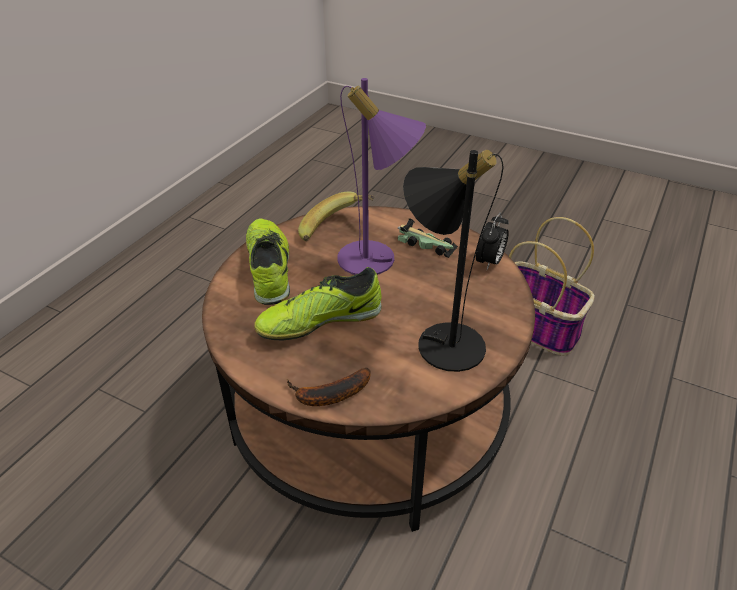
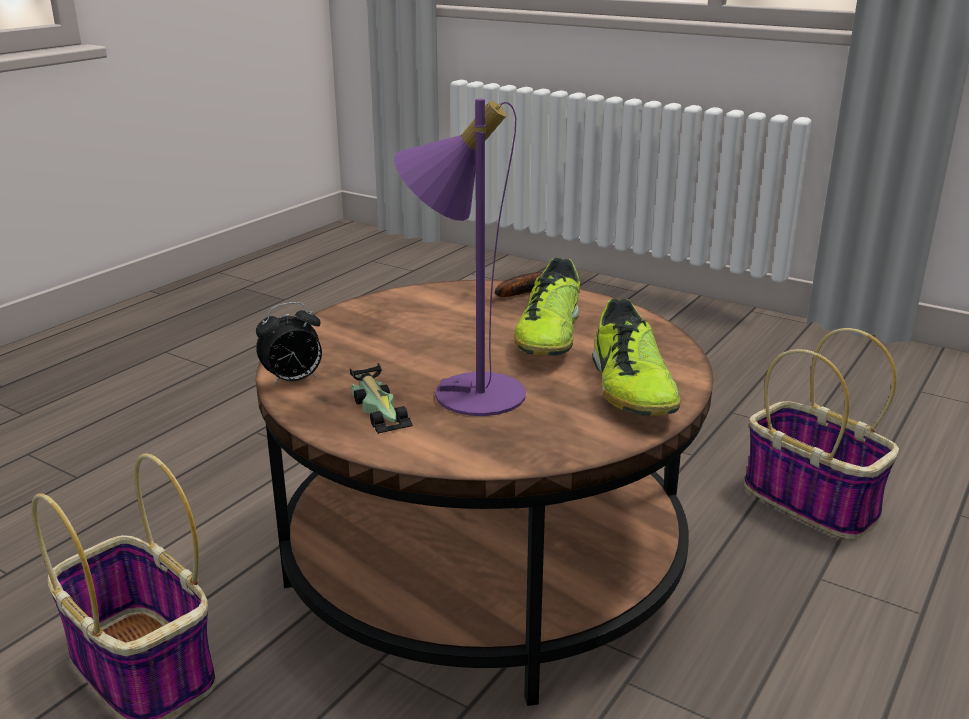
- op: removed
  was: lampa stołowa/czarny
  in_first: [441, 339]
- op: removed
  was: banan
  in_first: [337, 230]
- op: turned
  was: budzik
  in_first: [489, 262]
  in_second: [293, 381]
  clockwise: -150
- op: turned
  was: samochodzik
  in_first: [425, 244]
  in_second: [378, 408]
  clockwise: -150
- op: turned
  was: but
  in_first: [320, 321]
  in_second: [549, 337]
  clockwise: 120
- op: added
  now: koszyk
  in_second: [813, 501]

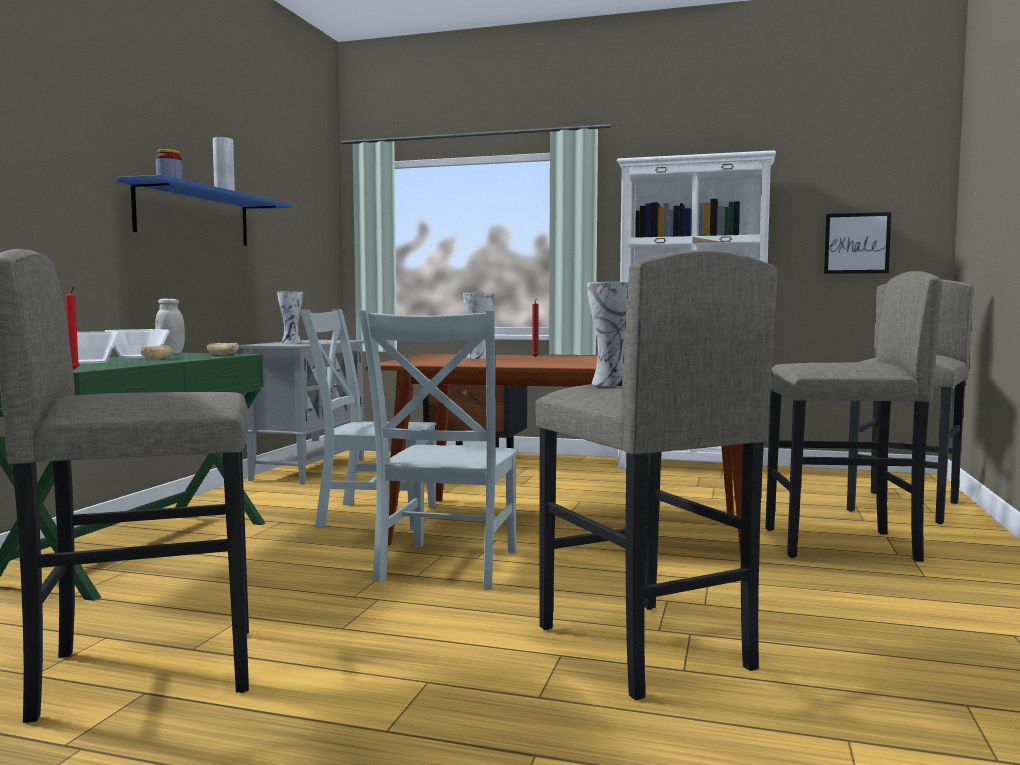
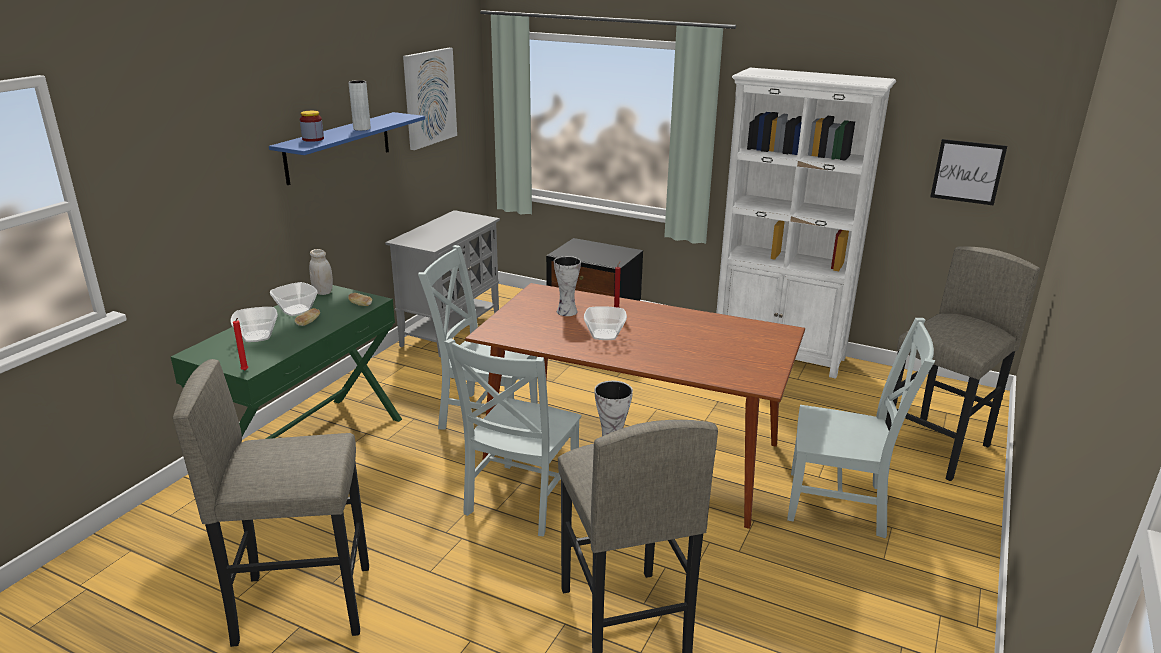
- op: replaced
  was: stołek/szary
  now: krzesło/szary
  in_first: [840, 545]
  in_second: [841, 504]
- op: removed
  was: wazon
  in_first: [292, 343]
- op: added
  now: obraz
  in_second: [429, 97]
- op: added
  now: miska
  in_second: [605, 335]

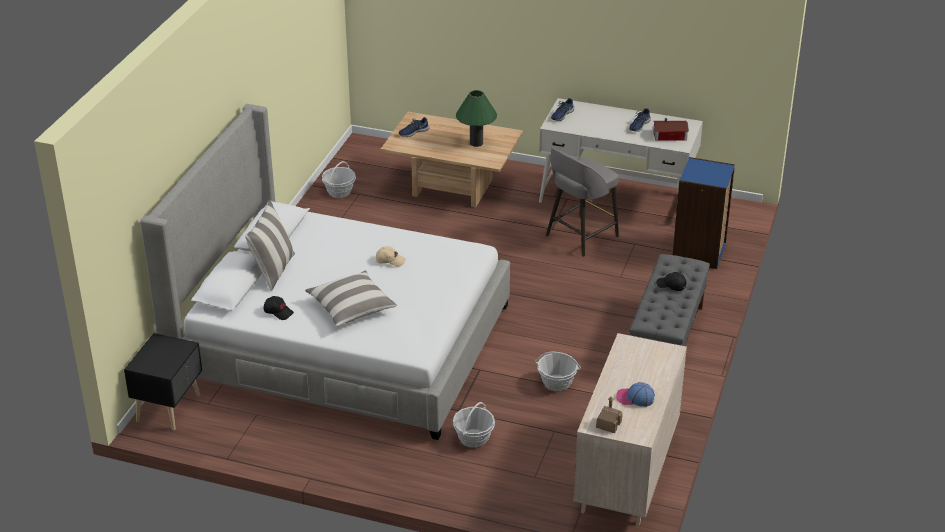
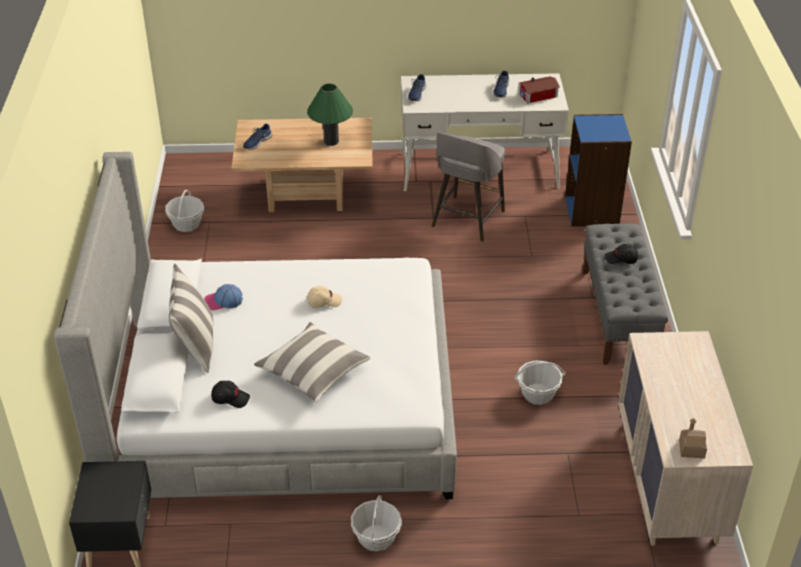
- op: moved
  was: czapka z daszkiem
  in_first: [635, 398]
  in_second: [223, 301]
- op: moved
  was: koszyk
  in_first: [473, 438]
  in_second: [376, 538]

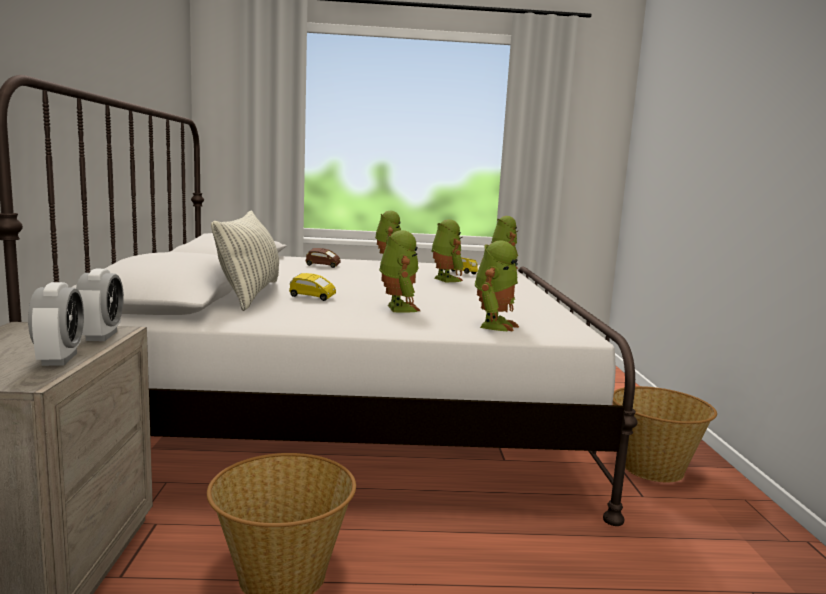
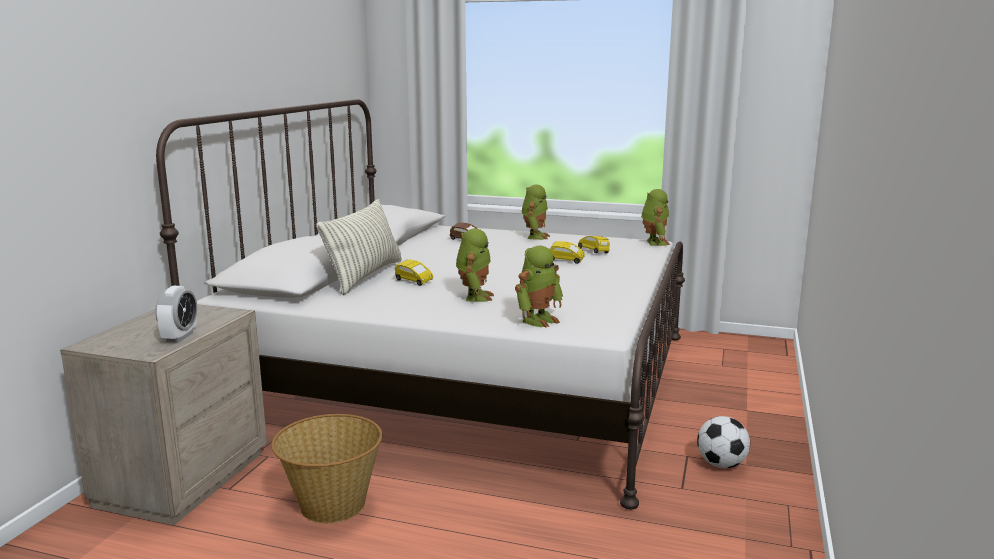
- op: replaced
  was: robot zabawkowy
  now: samochodzik/żółty
  in_first: [445, 280]
  in_second: [565, 261]
- op: removed
  was: budzik
  in_first: [101, 336]
- op: replaced
  was: koszyk
  now: piłka futbolowa
  in_first: [653, 468]
  in_second: [721, 464]

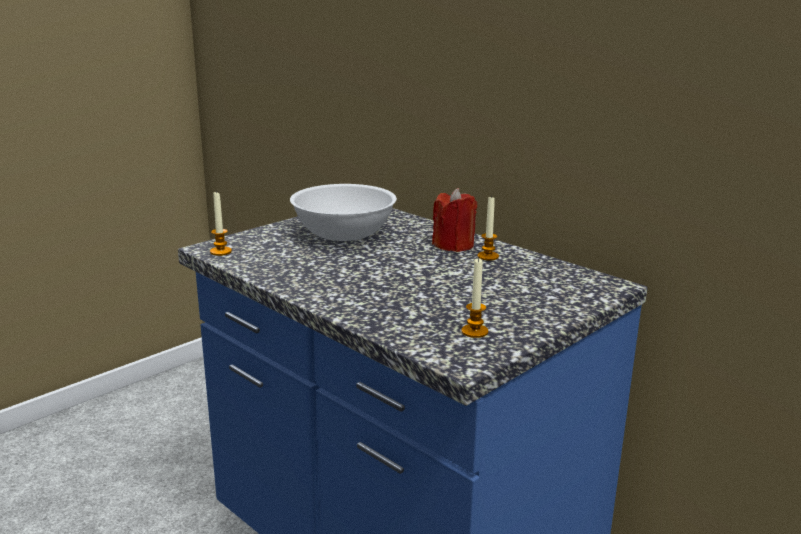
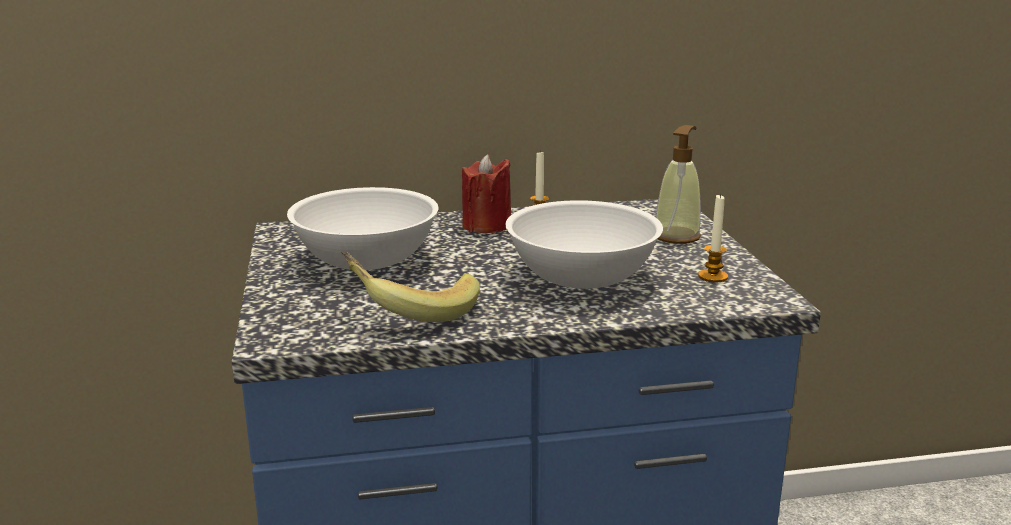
- op: removed
  was: świeca
  in_first: [221, 252]
- op: added
  now: dozownik mydła
  in_second: [676, 236]
- op: added
  now: miska/biały
  in_second: [583, 277]
- op: added
  now: banan
  in_second: [412, 310]

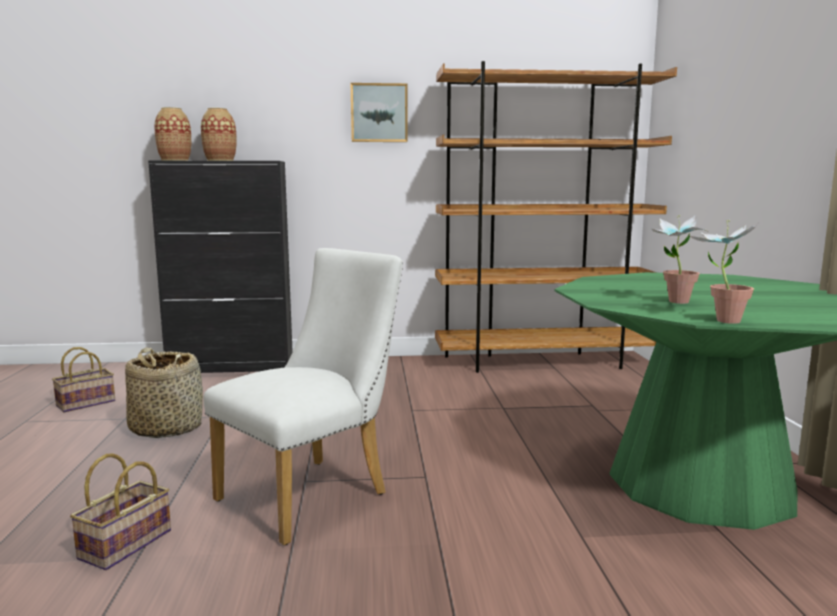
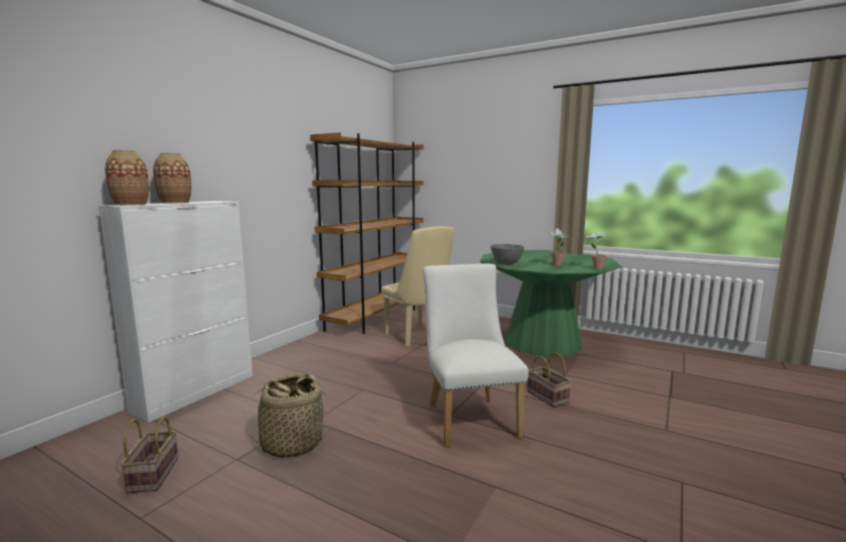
- op: removed
  was: obraz
  in_first: [379, 113]
- op: recoloured
  was: szafka/czarny
  now: szafka/biały
  in_first: [232, 366]
  in_second: [196, 392]
- op: moved
  was: koszyk
  in_first: [125, 546]
  in_second: [548, 397]
- op: added
  now: krzesło/beżowy
  in_second: [418, 337]
- op: added
  now: miska/szary
  in_second: [506, 264]

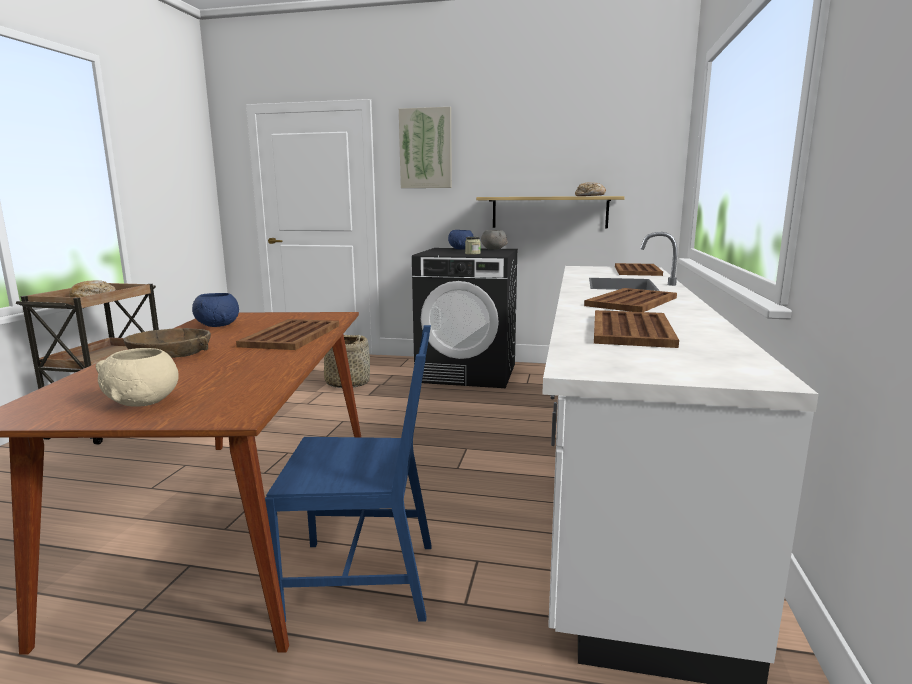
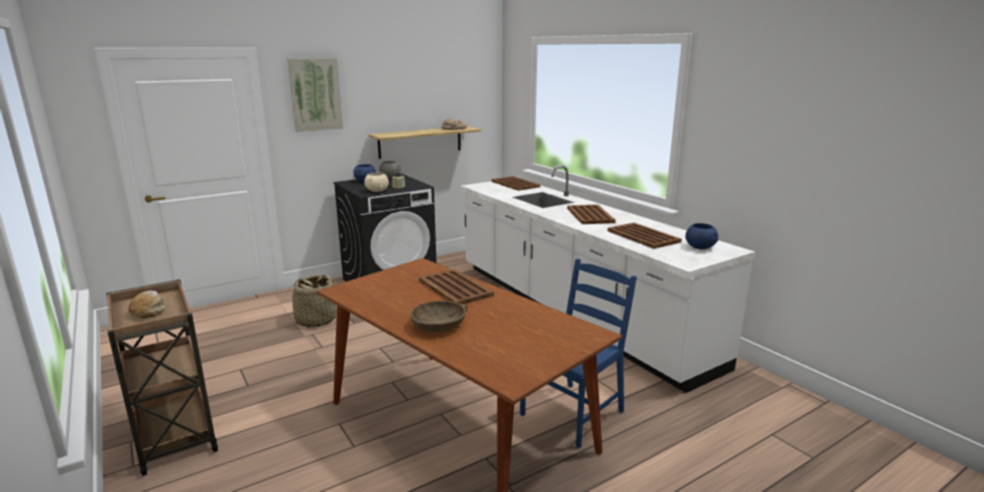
- op: moved
  was: miska/niebieski
  in_first: [218, 325]
  in_second: [700, 247]
- op: moved
  was: miska/beżowy
  in_first: [144, 402]
  in_second: [377, 191]

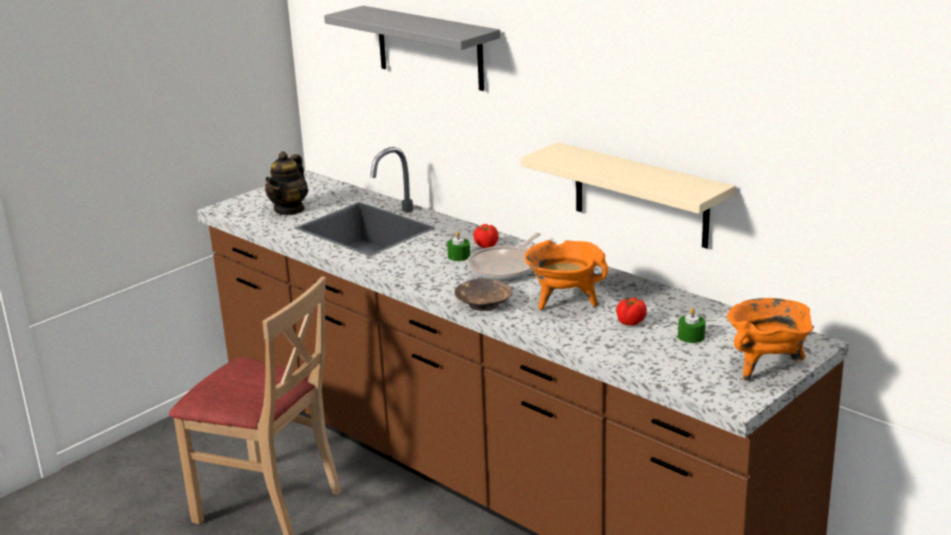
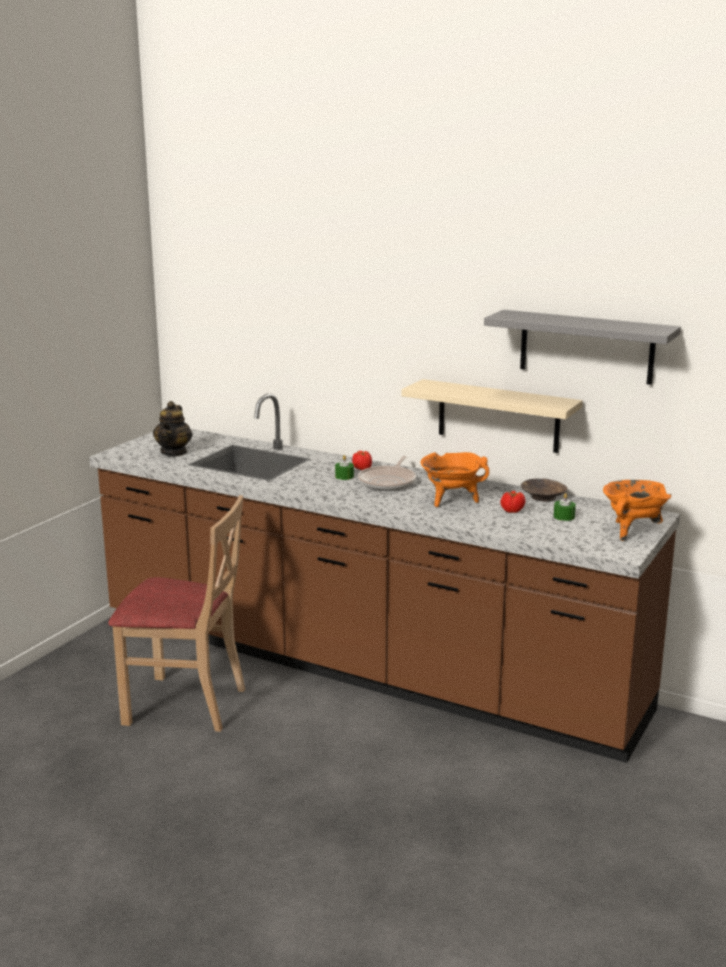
- op: moved
  was: półka/szary
  in_first: [429, 48]
  in_second: [586, 347]
- op: moved
  was: miska/brązowy
  in_first: [483, 304]
  in_second: [543, 497]

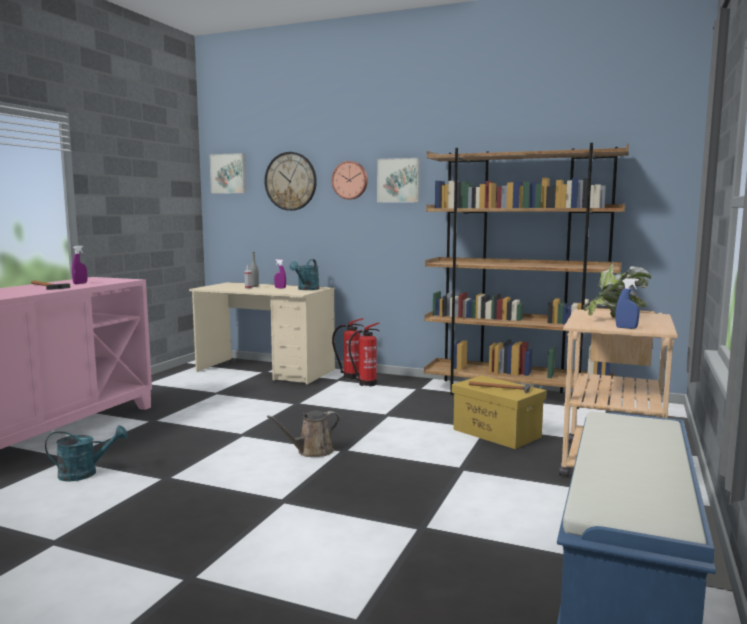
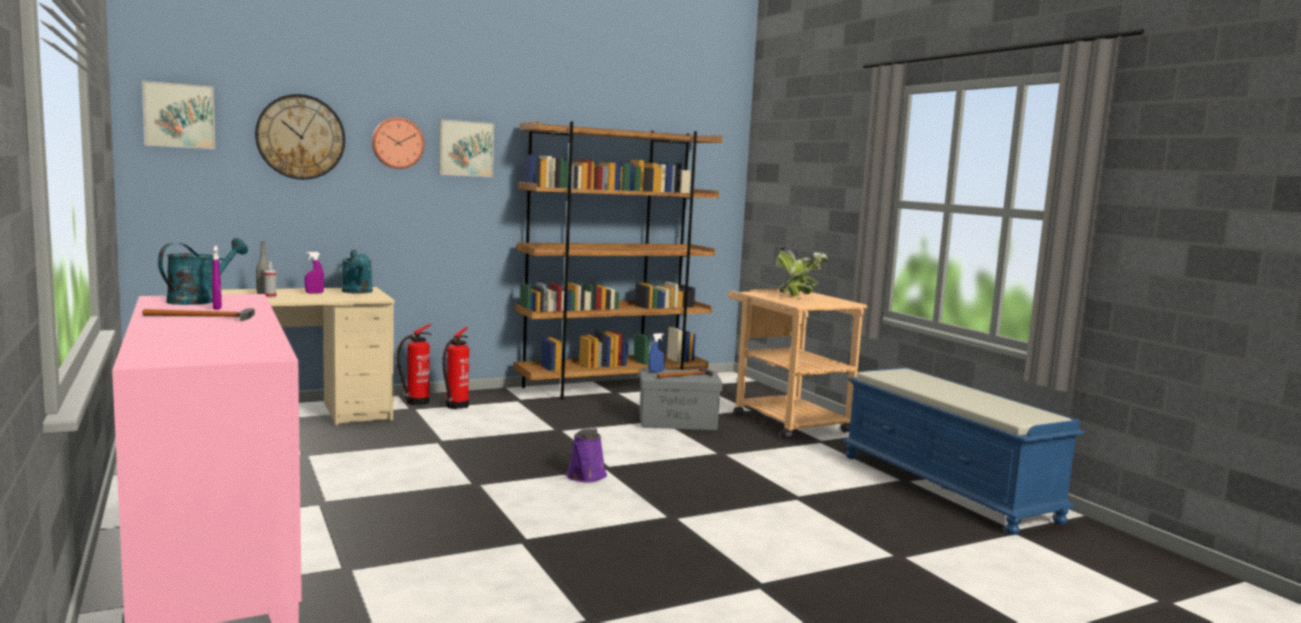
- op: moved
  was: spryskiwacz/niebieski
  in_first: [626, 328]
  in_second: [656, 371]
- op: recoloured
  was: pojemnik do przechowywania/żółty
  now: pojemnik do przechowywania/szary
  in_first: [495, 433]
  in_second: [676, 422]
- op: recoloured
  was: konewka/brązowy
  now: konewka/fioletowy
  in_first: [312, 452]
  in_second: [585, 477]
- op: moved
  was: konewka/turkusowy
  in_first: [85, 473]
  in_second: [200, 300]

